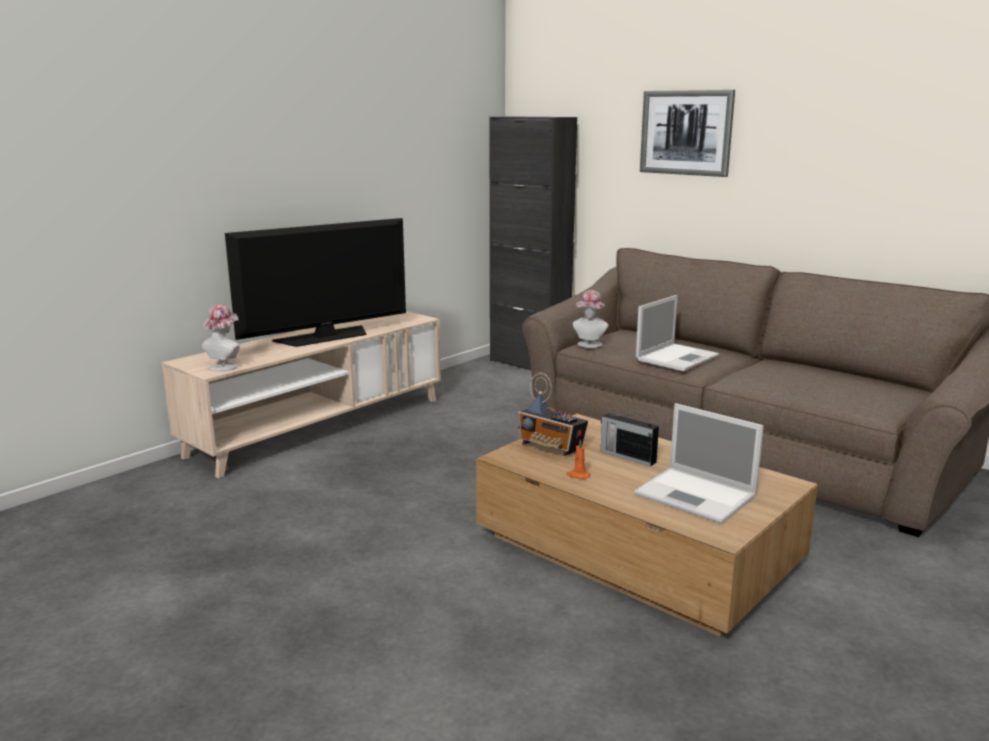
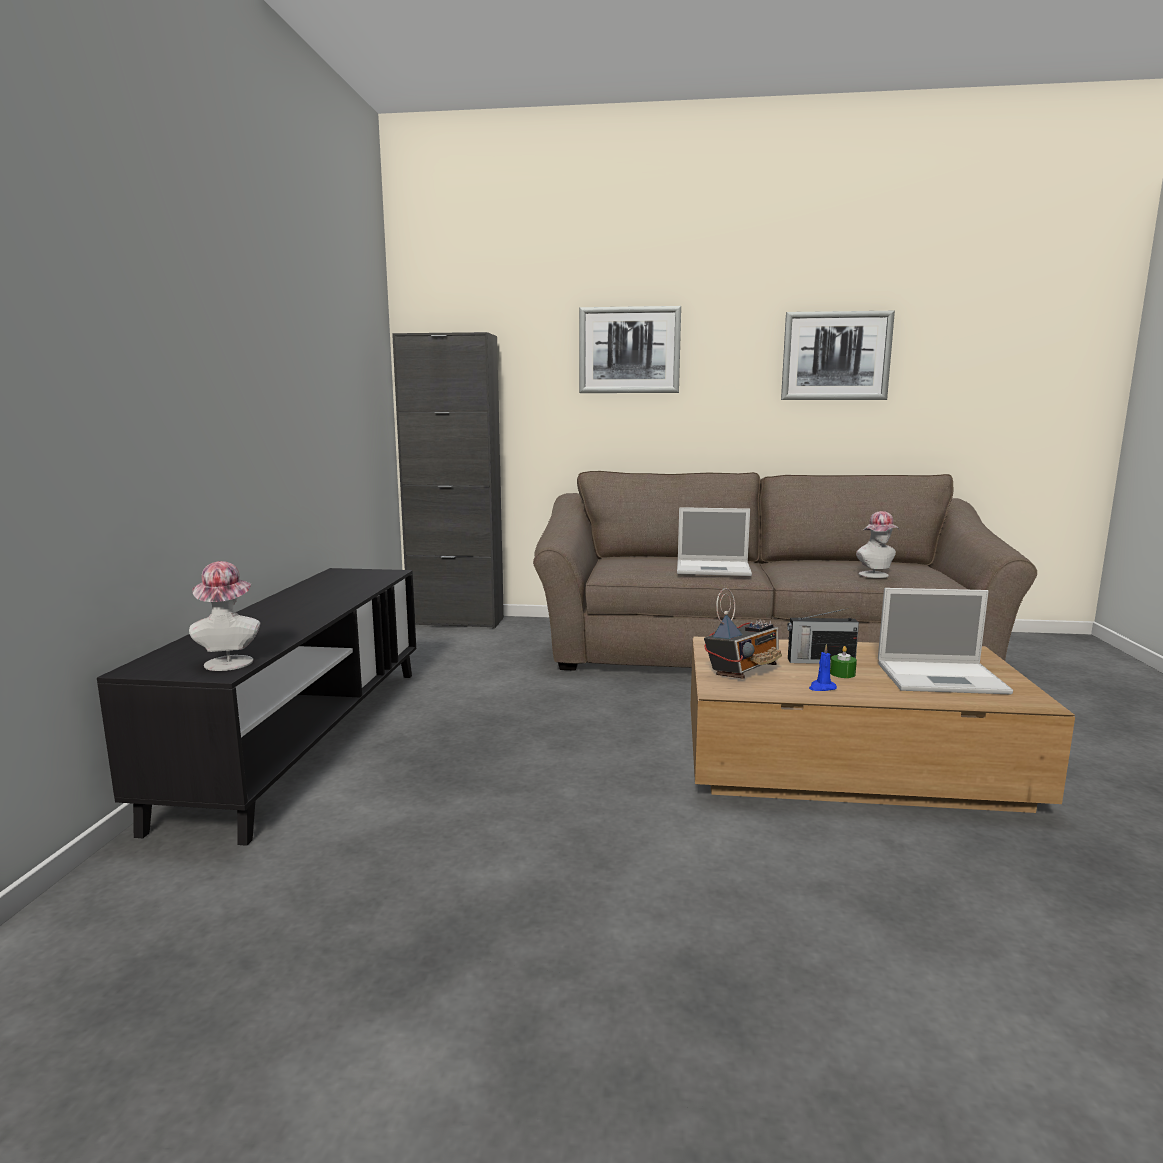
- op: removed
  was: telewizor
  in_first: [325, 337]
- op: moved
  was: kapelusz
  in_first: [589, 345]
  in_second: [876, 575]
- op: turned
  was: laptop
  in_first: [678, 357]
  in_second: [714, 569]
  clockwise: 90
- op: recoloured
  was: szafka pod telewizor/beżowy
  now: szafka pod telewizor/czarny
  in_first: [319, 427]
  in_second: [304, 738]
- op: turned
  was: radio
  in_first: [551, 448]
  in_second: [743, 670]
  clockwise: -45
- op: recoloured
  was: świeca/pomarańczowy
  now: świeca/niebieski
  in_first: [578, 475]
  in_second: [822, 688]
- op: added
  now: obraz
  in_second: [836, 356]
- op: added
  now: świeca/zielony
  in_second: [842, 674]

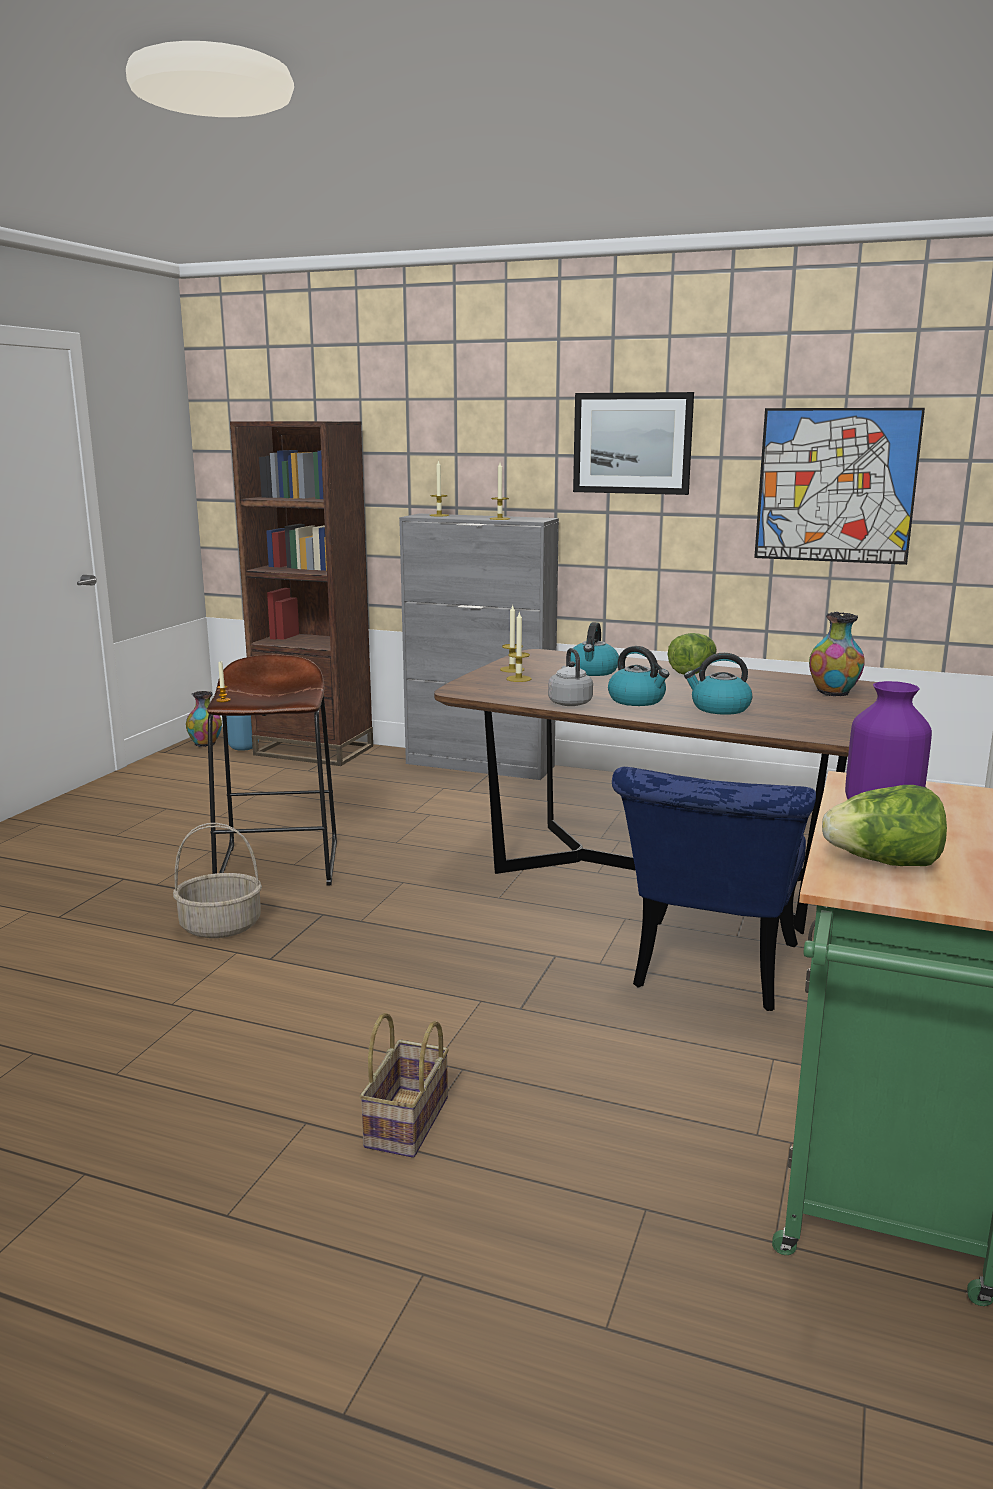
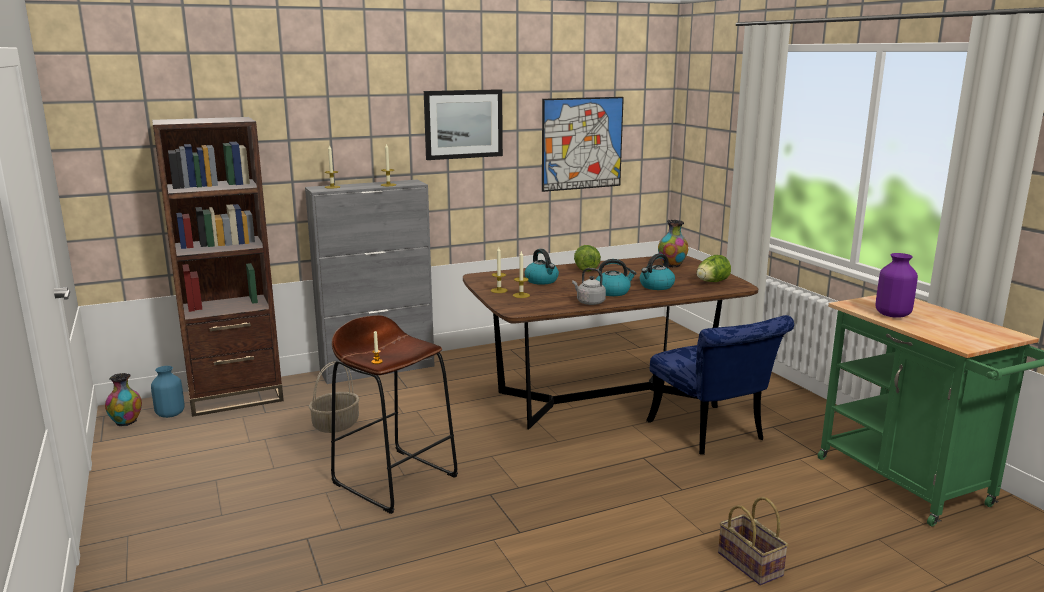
- op: moved
  was: sałata
  in_first: [883, 863]
  in_second: [711, 282]
- op: moved
  was: koszyk
  in_first: [221, 926]
  in_second: [336, 424]

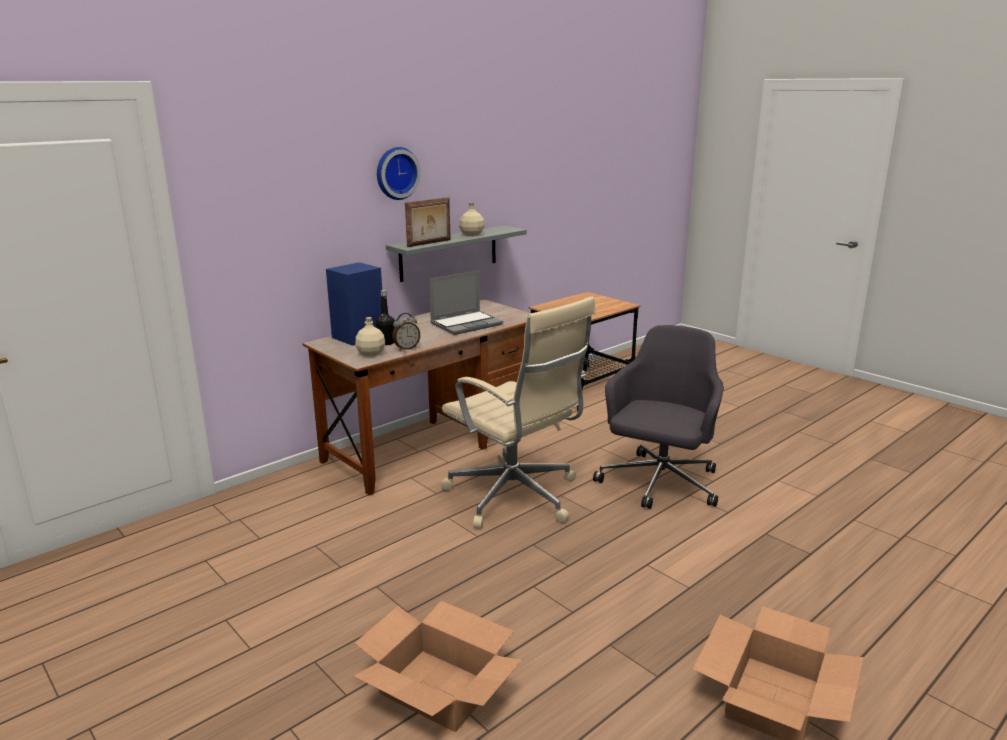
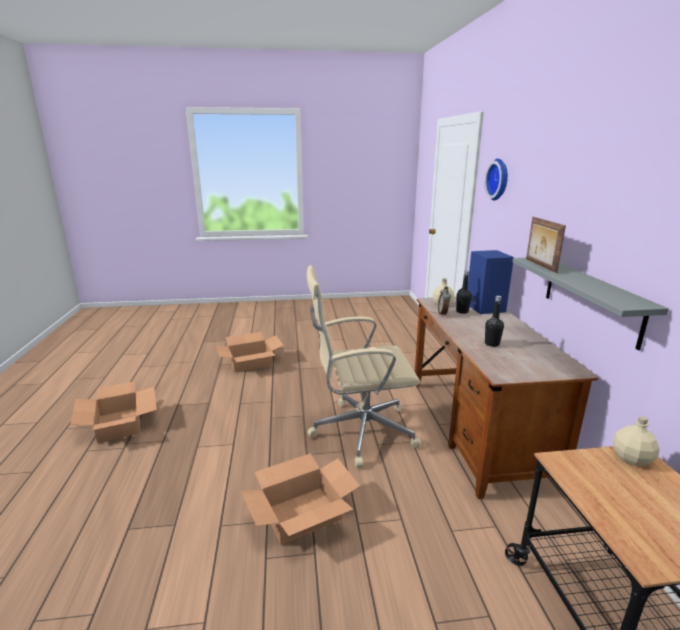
- op: moved
  was: zegar ścienny
  in_first: [396, 173]
  in_second: [499, 179]
- op: moved
  was: butelka/beżowy
  in_first: [471, 234]
  in_second: [631, 458]
- op: replaced
  was: laptop
  now: butelka/czarny
  in_first: [466, 324]
  in_second: [492, 344]
- op: replaced
  was: krzesło biurowe/szary
  now: karton
  in_first: [659, 484]
  in_second: [301, 514]

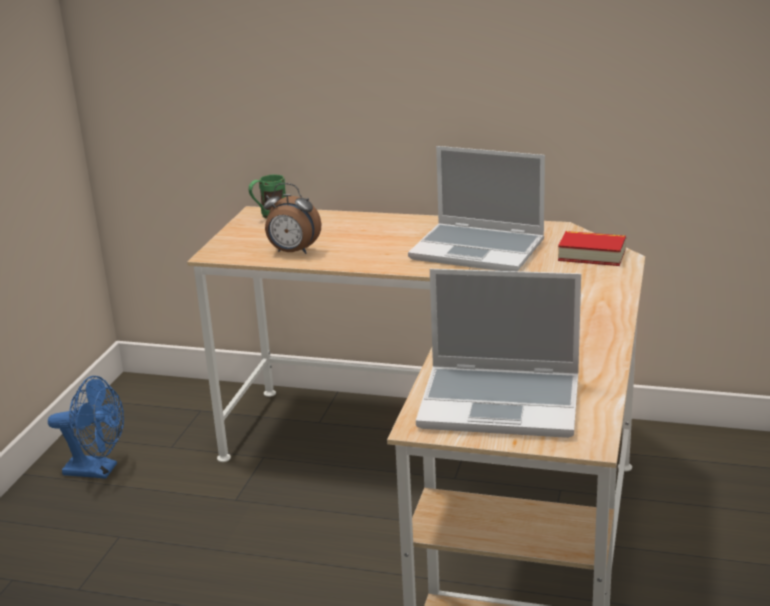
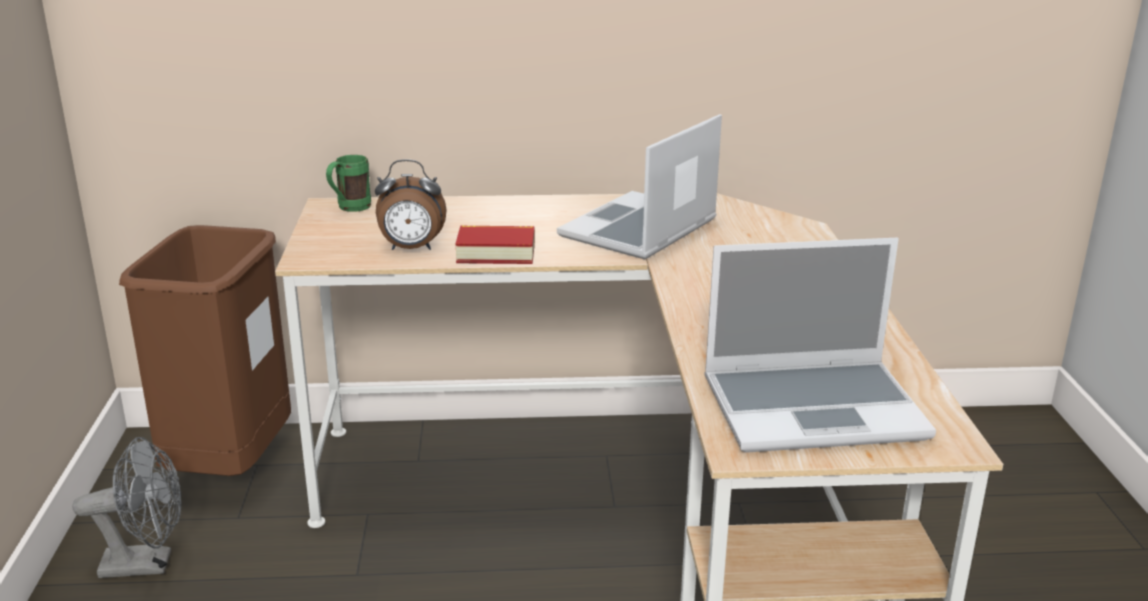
- op: turned
  was: laptop
  in_first: [479, 250]
  in_second: [639, 230]
  clockwise: 120
- op: moved
  was: książka
  in_first: [592, 255]
  in_second: [496, 253]
- op: recoloured
  was: wentylator/niebieski
  now: wentylator/szary
  in_first: [98, 470]
  in_second: [148, 564]
- op: added
  now: kosz na śmieci/brązowy
  in_second: [231, 466]

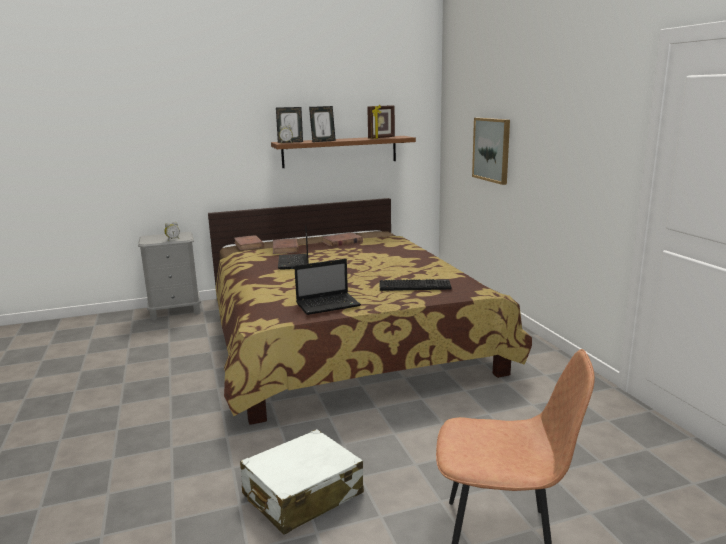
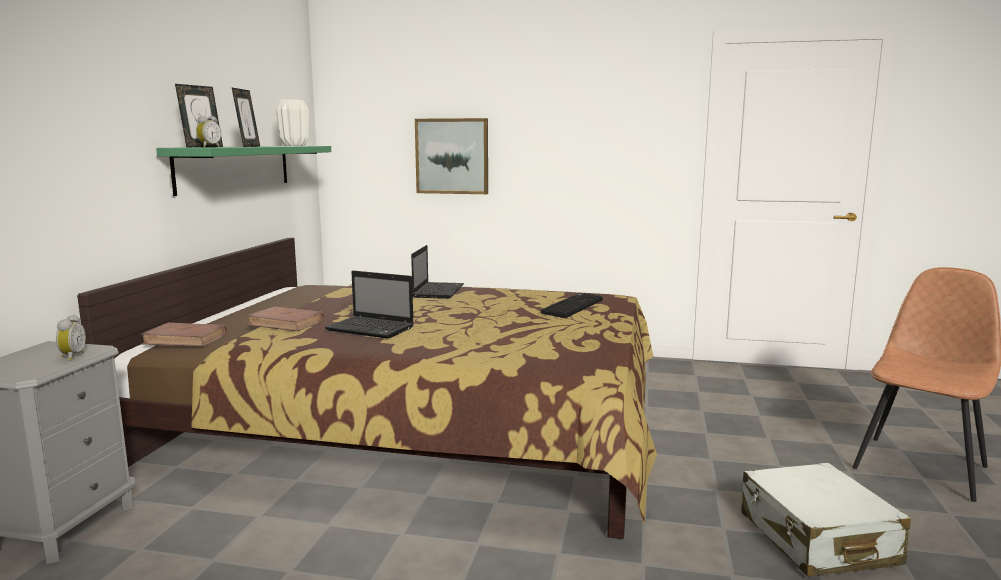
- op: replaced
  was: ramka na zdjęcie
  now: wazon/biały
  in_first: [381, 138]
  in_second: [294, 145]
- op: recoloured
  was: półka/brązowy
  now: półka/zielony
  in_first: [340, 151]
  in_second: [235, 167]
- op: removed
  was: książka/brązowy
  in_first: [342, 242]
- op: moved
  was: laptop
  in_first: [329, 304]
  in_second: [438, 291]

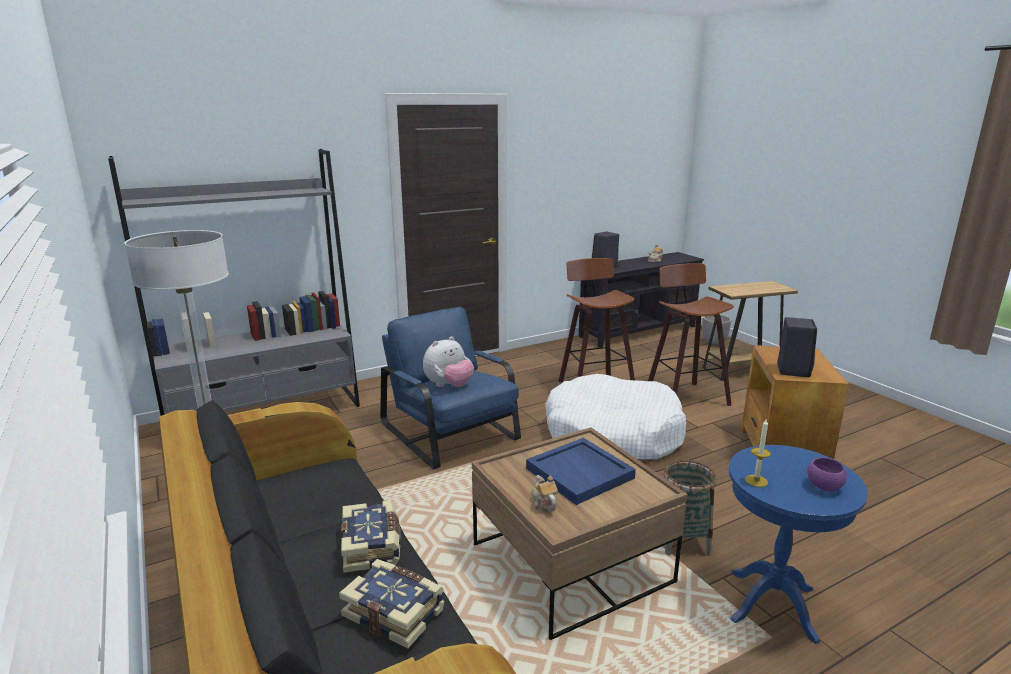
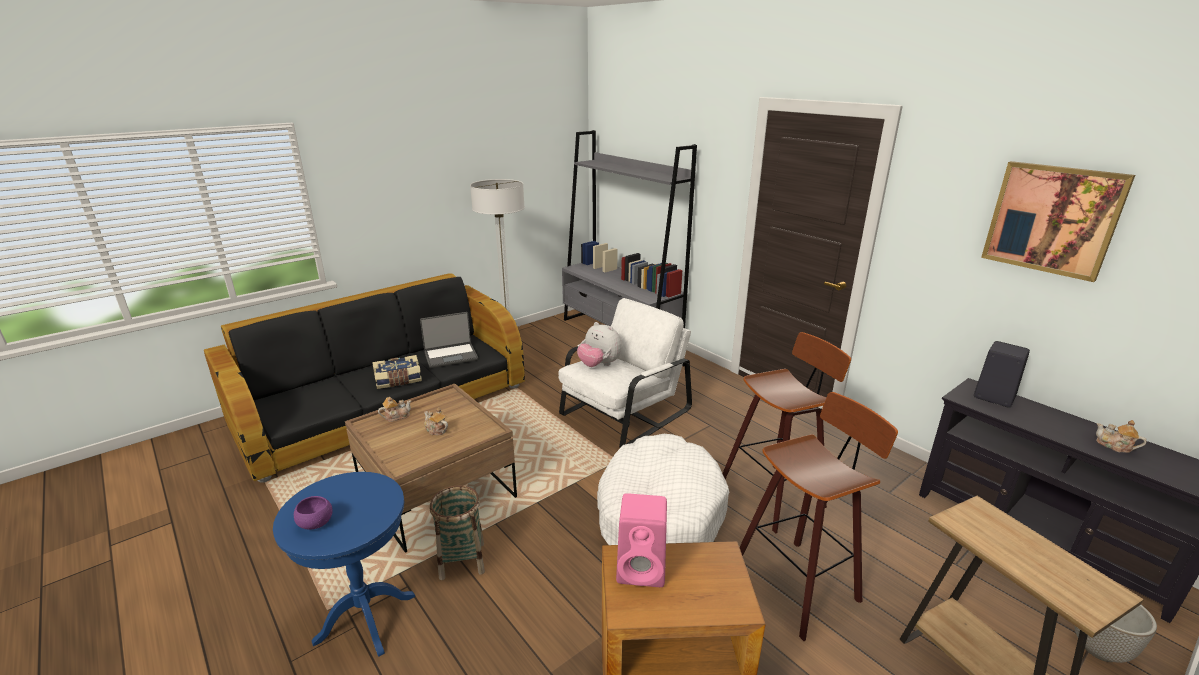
- op: recoloured
  was: fotel/niebieski
  now: fotel/biały
  in_first: [451, 431]
  in_second: [624, 413]
- op: recoloured
  was: głośnik/czarny
  now: głośnik/różowy
  in_first: [792, 370]
  in_second: [643, 569]
- op: removed
  was: świeca
  in_first: [756, 481]
- op: replaced
  was: taca/niebieski
  now: imbryk
  in_first: [580, 473]
  in_second: [436, 430]
- op: removed
  was: książka
  in_first: [395, 612]
- op: added
  now: obraz
  in_second: [1052, 219]
- op: added
  now: laptop
  in_second: [451, 356]

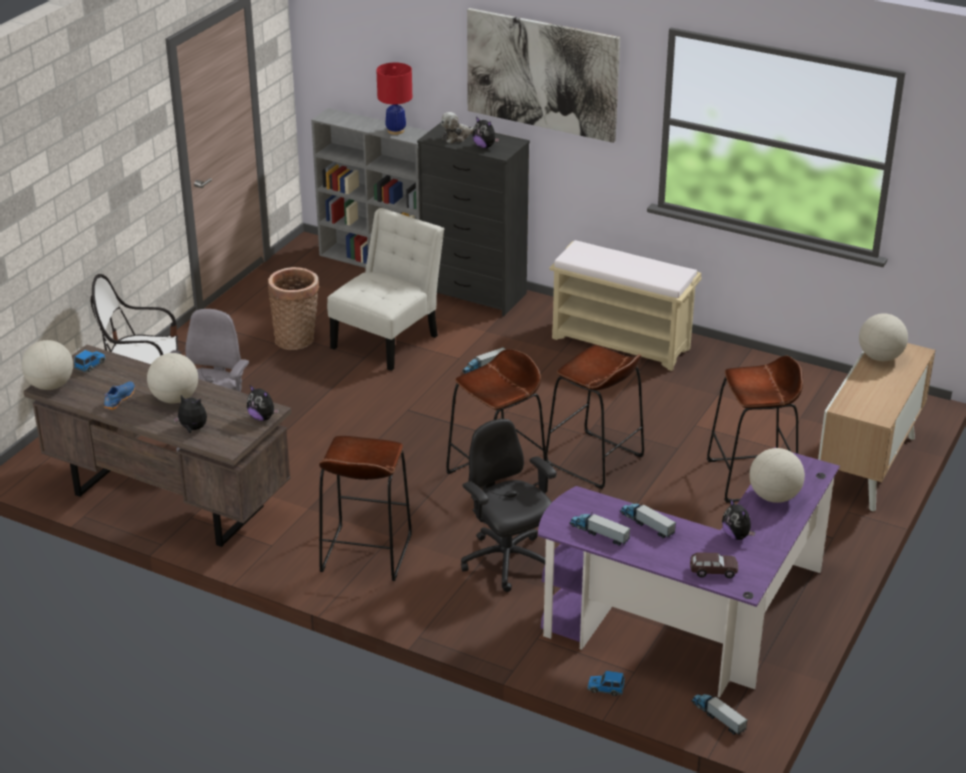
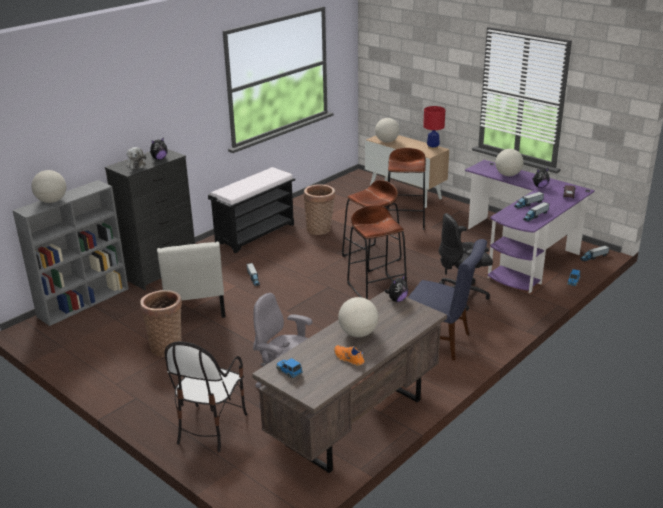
- op: removed
  was: obraz
  in_first: [542, 74]
- op: moved
  was: lampa stołowa/czerwony
  in_first: [396, 131]
  in_second: [433, 147]
- op: turned
  was: krzesło/biały
  in_first: [388, 339]
  in_second: [195, 309]
  clockwise: -150
- op: recoloured
  was: ławka/beżowy
  now: ławka/czarny
  in_first: [622, 343]
  in_second: [255, 233]
- op: moved
  was: globus
  in_first: [50, 385]
  in_second: [51, 201]
- op: recoloured
  was: but/niebieski
  now: but/pomarańczowy
  in_first: [119, 399]
  in_second: [348, 359]
- op: removed
  was: pluszak
  in_first: [192, 429]
- op: replaced
  was: stołek/brązowy
  now: krzesło/niebieski
  in_first: [365, 553]
  in_second: [442, 342]
- op: added
  now: koszyk
  in_second: [320, 229]

